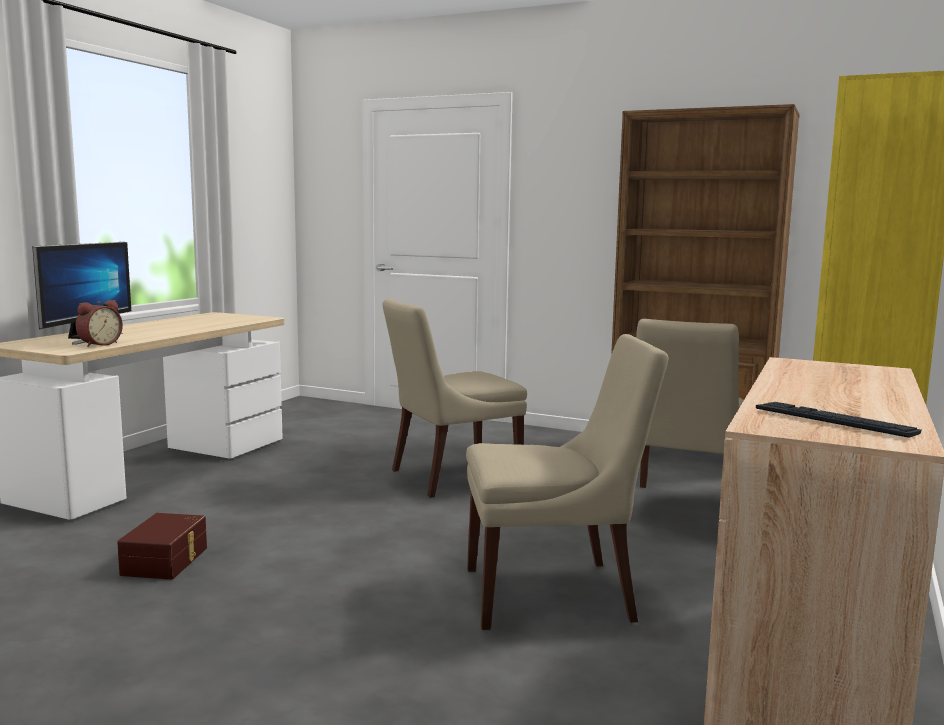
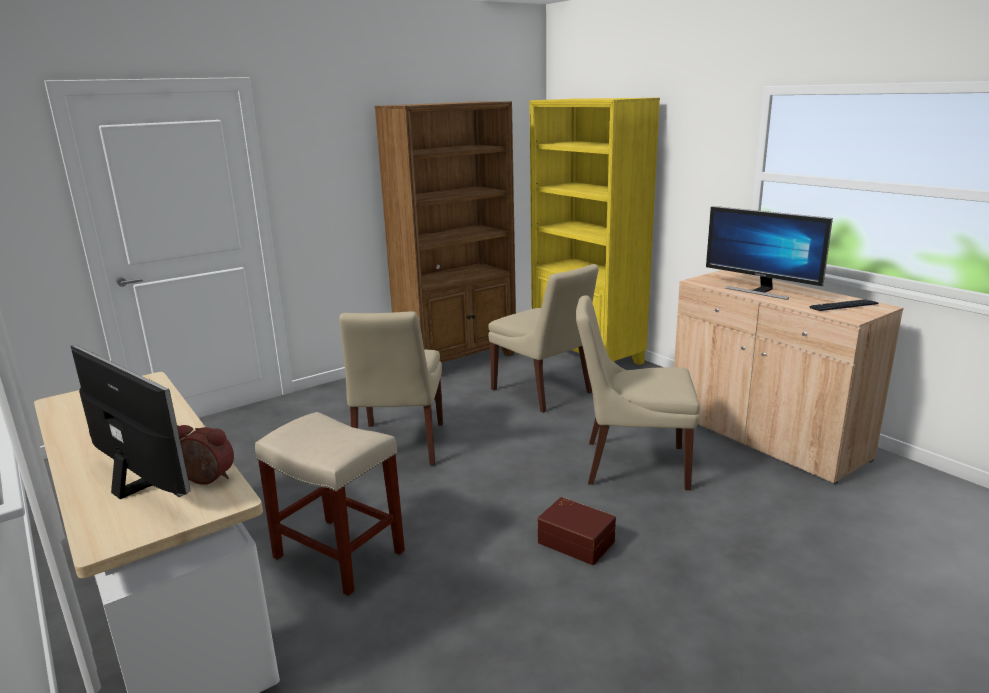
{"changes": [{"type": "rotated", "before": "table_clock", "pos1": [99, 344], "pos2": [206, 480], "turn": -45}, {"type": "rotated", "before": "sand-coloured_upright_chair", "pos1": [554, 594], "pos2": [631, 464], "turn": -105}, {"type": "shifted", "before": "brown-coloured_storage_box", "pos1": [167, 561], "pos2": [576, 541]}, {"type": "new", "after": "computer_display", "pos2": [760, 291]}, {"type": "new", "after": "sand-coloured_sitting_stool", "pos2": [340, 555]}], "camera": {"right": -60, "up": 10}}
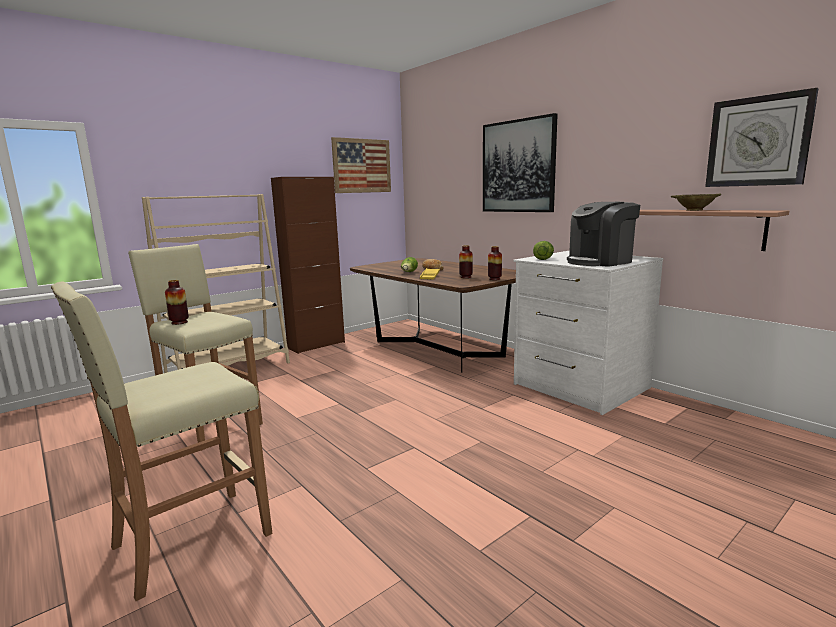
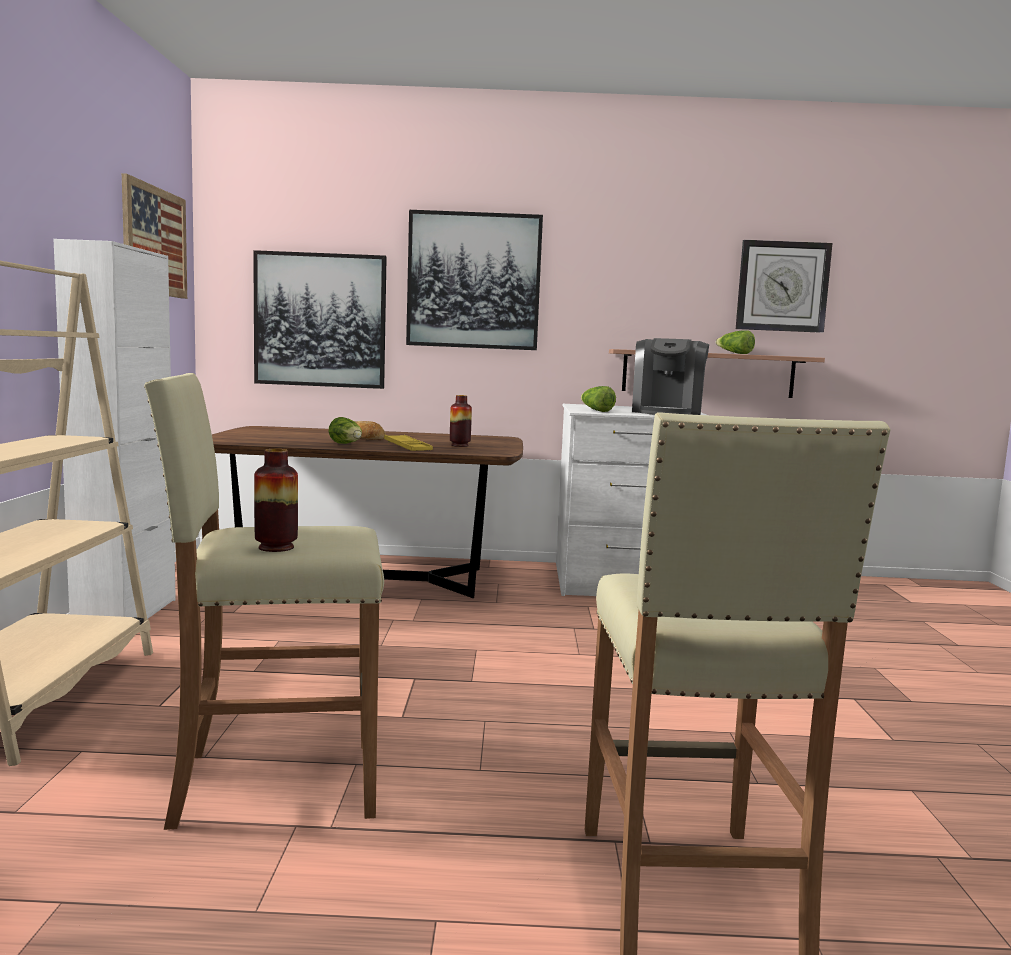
{"changes": [{"type": "repainted", "before": "brown-coloured_storage_cabinet", "after": "whitish_storage_cabinet", "pos1": [316, 345], "pos2": [126, 616]}, {"type": "swapped", "before": "sand-coloured_deep_dish", "after": "head_of_lettuce", "pos1": [694, 210], "pos2": [734, 353]}, {"type": "gone", "before": "vase", "pos1": [494, 279]}, {"type": "new", "after": "wall_art", "pos2": [320, 320]}], "camera": {"right": -50, "up": -5}}
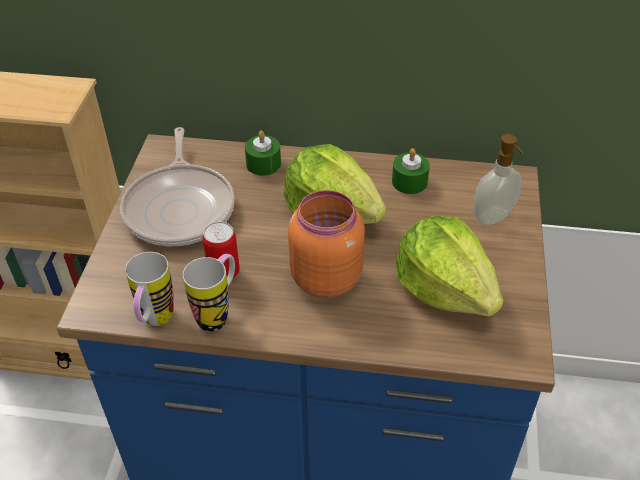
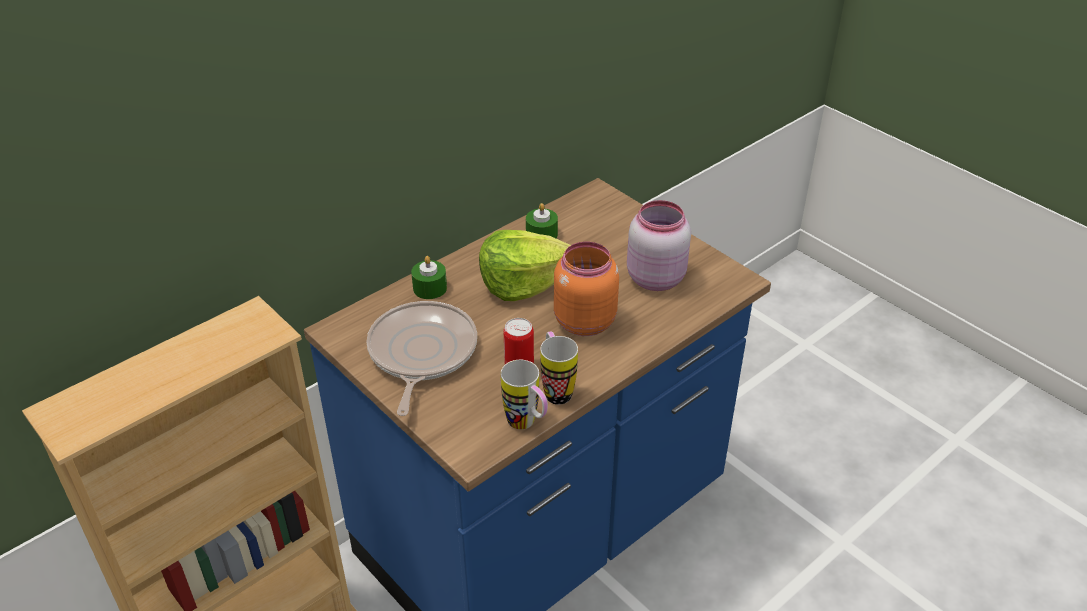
{"changes": [{"type": "rotated", "before": "skillet", "pos1": [180, 207], "pos2": [421, 354], "turn": -120}, {"type": "gone", "before": "soap_dispenser", "pos1": [493, 217]}, {"type": "swapped", "before": "head_of_lettuce", "after": "pinkish_jar", "pos1": [445, 288], "pos2": [654, 277]}], "camera": {"right": -50, "up": -5}}
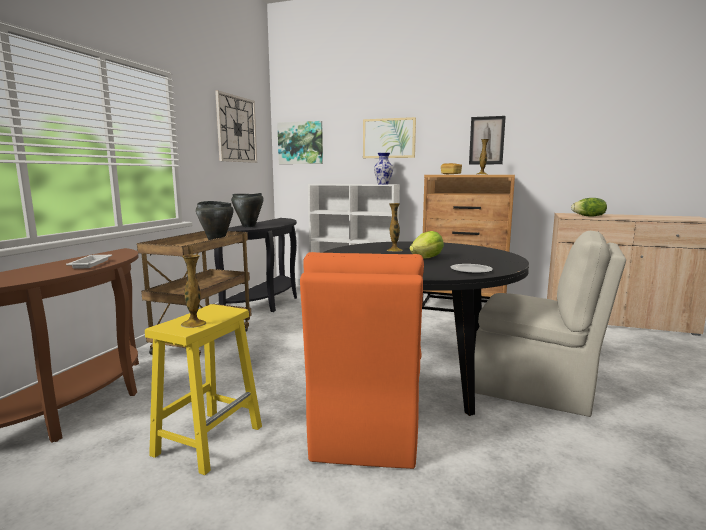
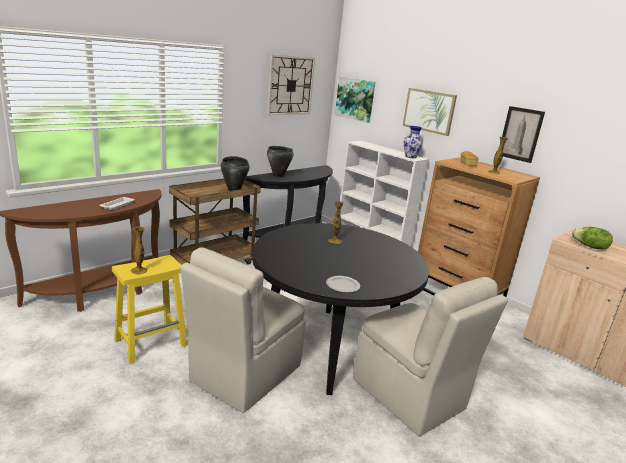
{"changes": [{"type": "gone", "before": "head_of_lettuce", "pos1": [427, 258]}, {"type": "repainted", "before": "orange_upright_chair", "after": "sand-coloured_upright_chair", "pos1": [365, 430], "pos2": [244, 374]}], "camera": {"right": 25, "up": 10}}
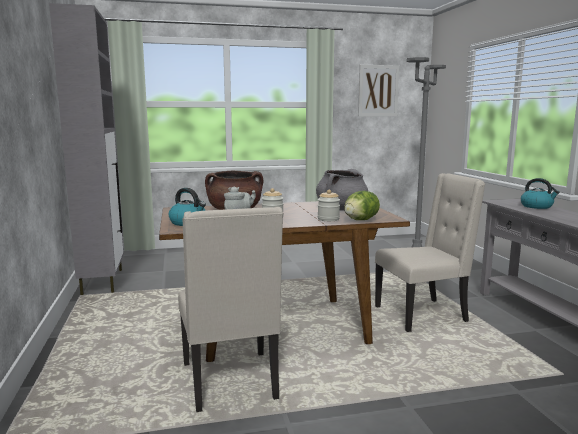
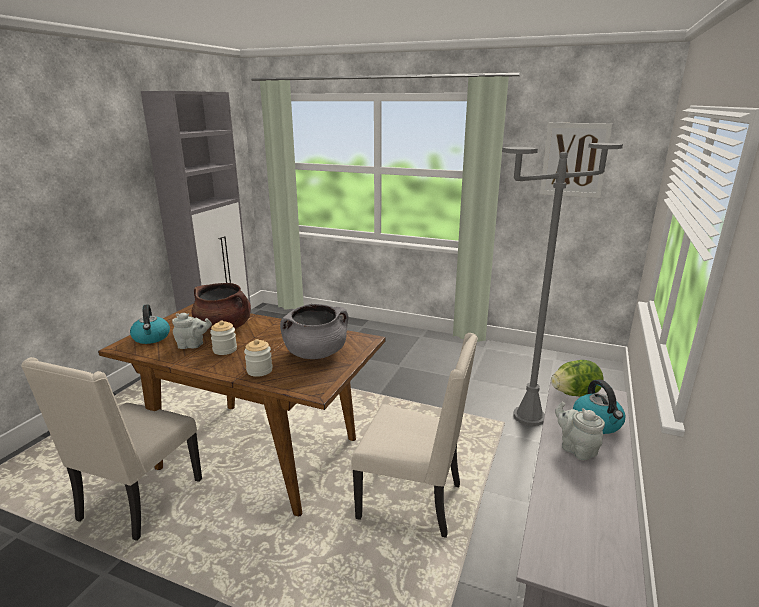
{"changes": [{"type": "shifted", "before": "head_of_lettuce", "pos1": [360, 220], "pos2": [575, 394]}, {"type": "new", "after": "greyish_tea_pot", "pos2": [576, 449]}], "camera": {"right": 35, "up": 10}}
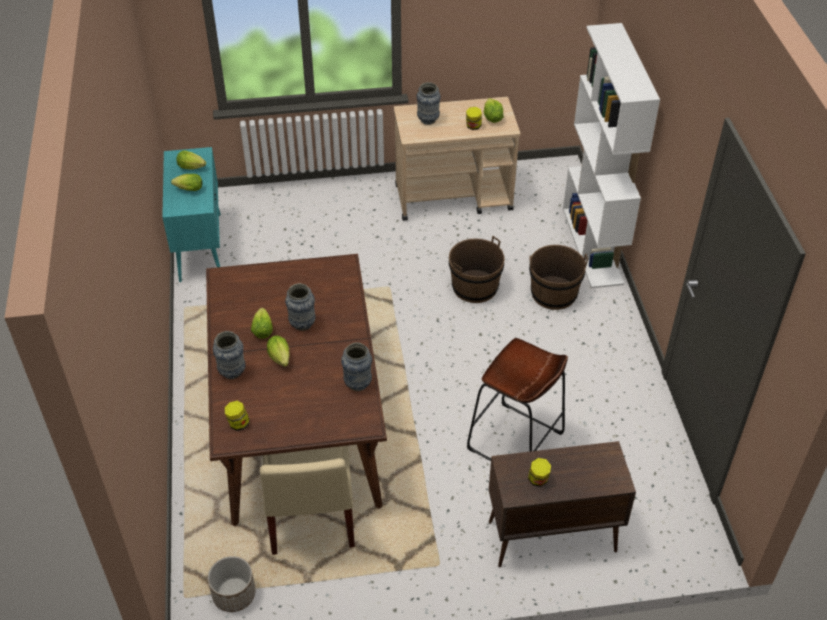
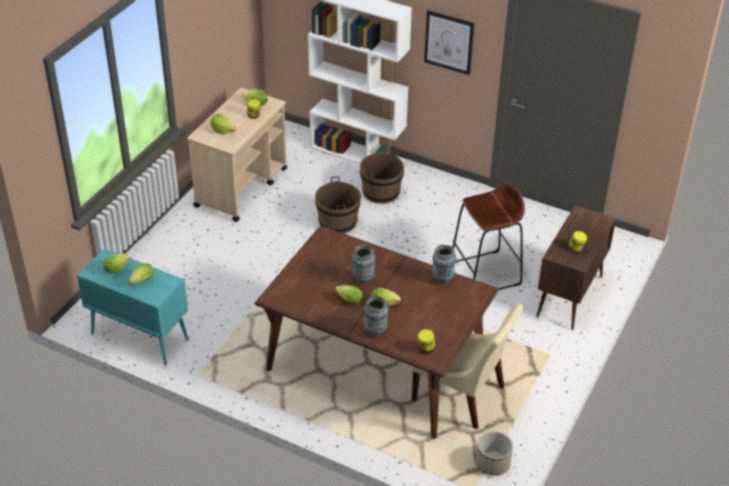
{"changes": [{"type": "swapped", "before": "vase", "after": "head_of_lettuce", "pos1": [428, 120], "pos2": [222, 131]}, {"type": "new", "after": "wall_art", "pos2": [449, 42]}], "camera": {"right": -55, "up": -5}}
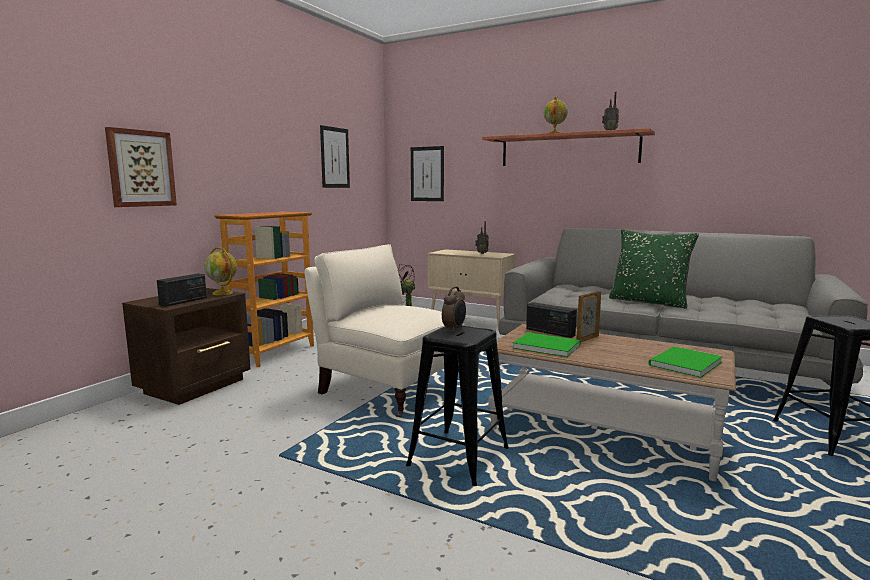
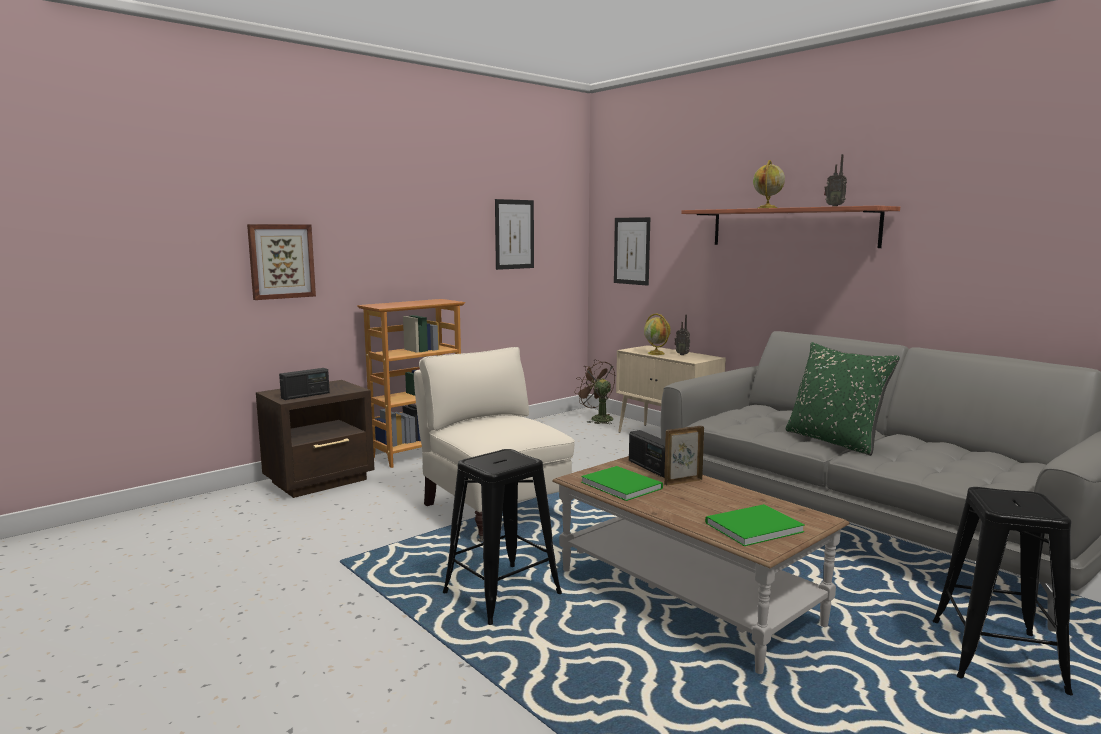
{"changes": [{"type": "shifted", "before": "world_globe", "pos1": [223, 293], "pos2": [656, 353]}, {"type": "gone", "before": "table_clock", "pos1": [454, 329]}], "camera": {"right": 20, "up": 0}}
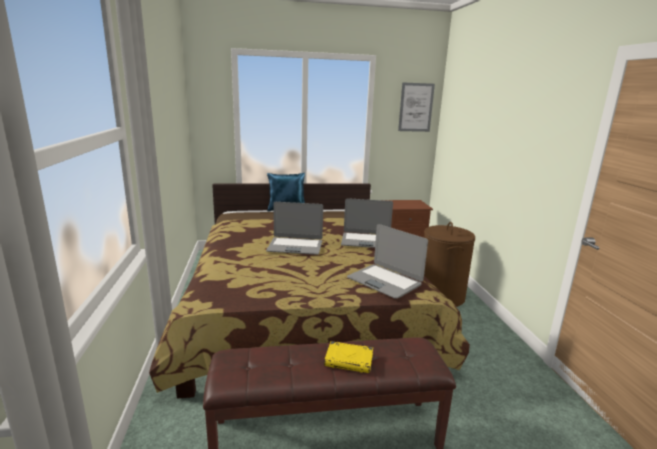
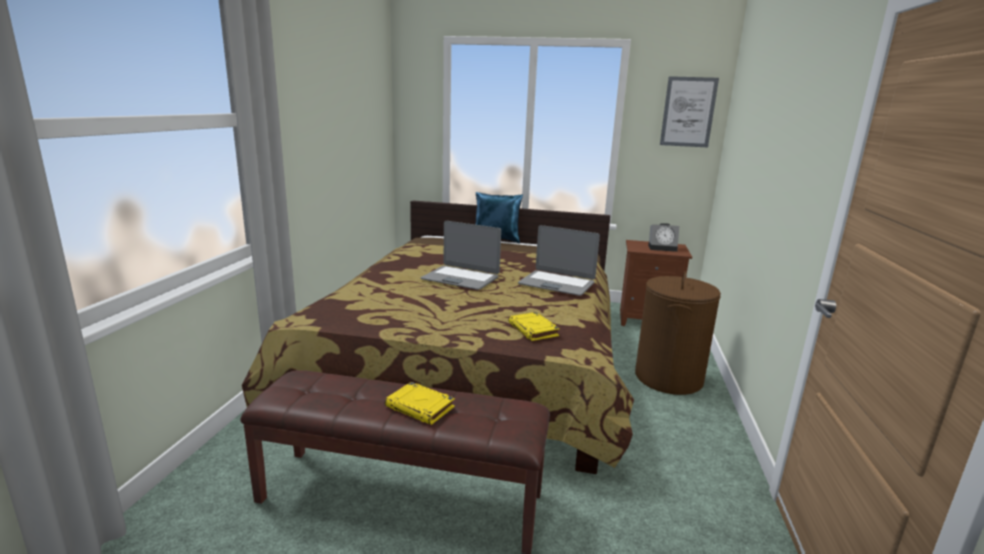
{"changes": [{"type": "swapped", "before": "notebook_computer", "after": "yellow_book", "pos1": [384, 281], "pos2": [533, 330]}, {"type": "new", "after": "table_clock", "pos2": [663, 248]}], "camera": {"right": 20, "up": 0}}
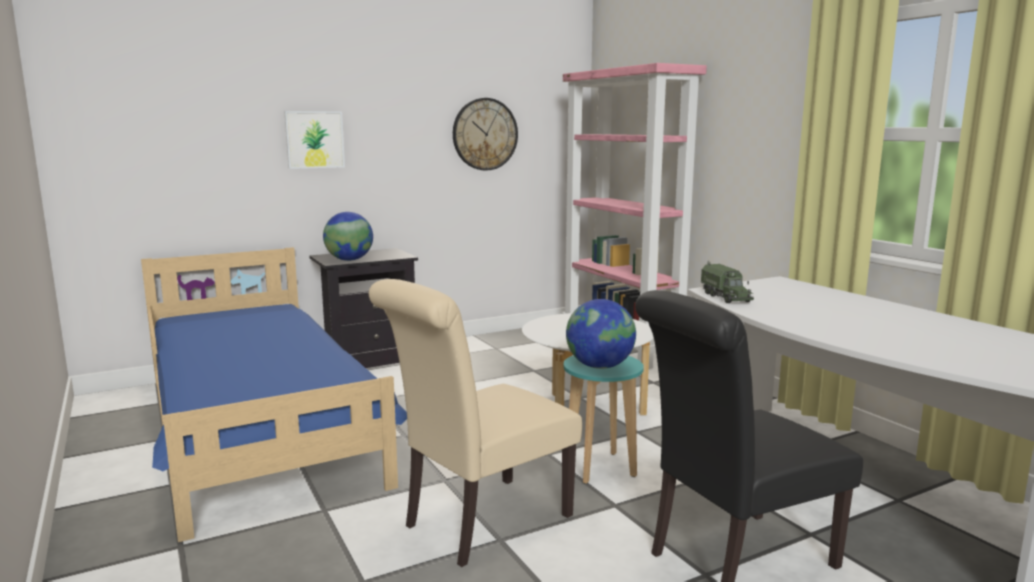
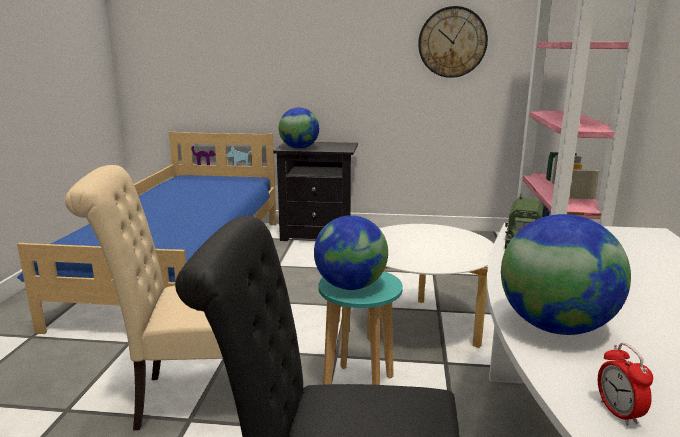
{"changes": [{"type": "gone", "before": "wall_art", "pos1": [315, 139]}, {"type": "new", "after": "world_globe", "pos2": [555, 326]}, {"type": "new", "after": "table_clock", "pos2": [618, 413]}], "camera": {"right": 35, "up": 5}}
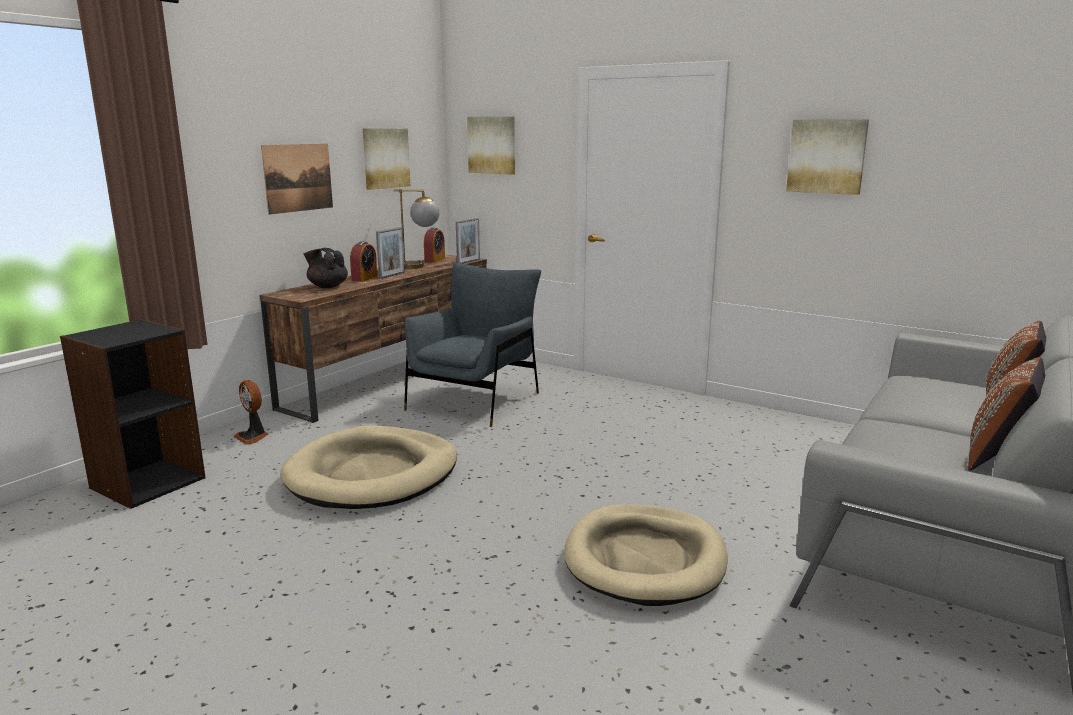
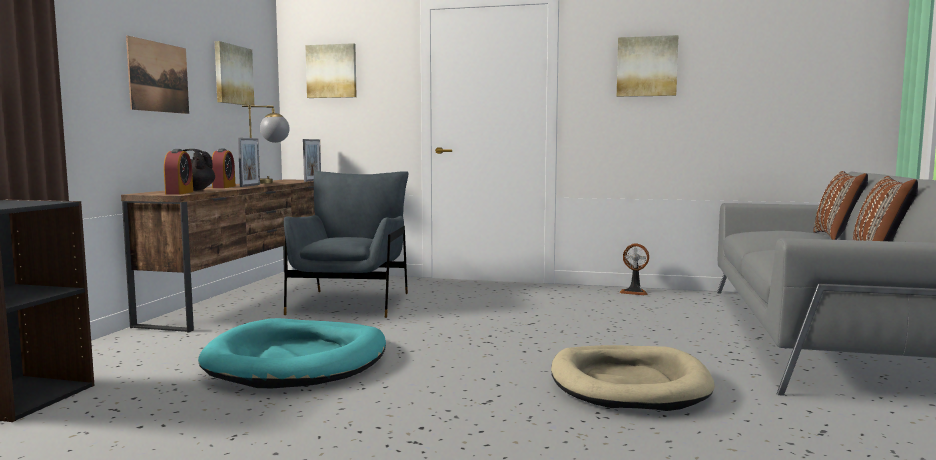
{"changes": [{"type": "shifted", "before": "table_clock", "pos1": [434, 260], "pos2": [179, 193]}, {"type": "shifted", "before": "cooling_fan", "pos1": [253, 437], "pos2": [634, 292]}, {"type": "repainted", "before": "sand-coloured_dog_cushion", "after": "turquoise-coloured_dog_cushion", "pos1": [373, 474], "pos2": [298, 361]}], "camera": {"right": -20, "up": -10}}
